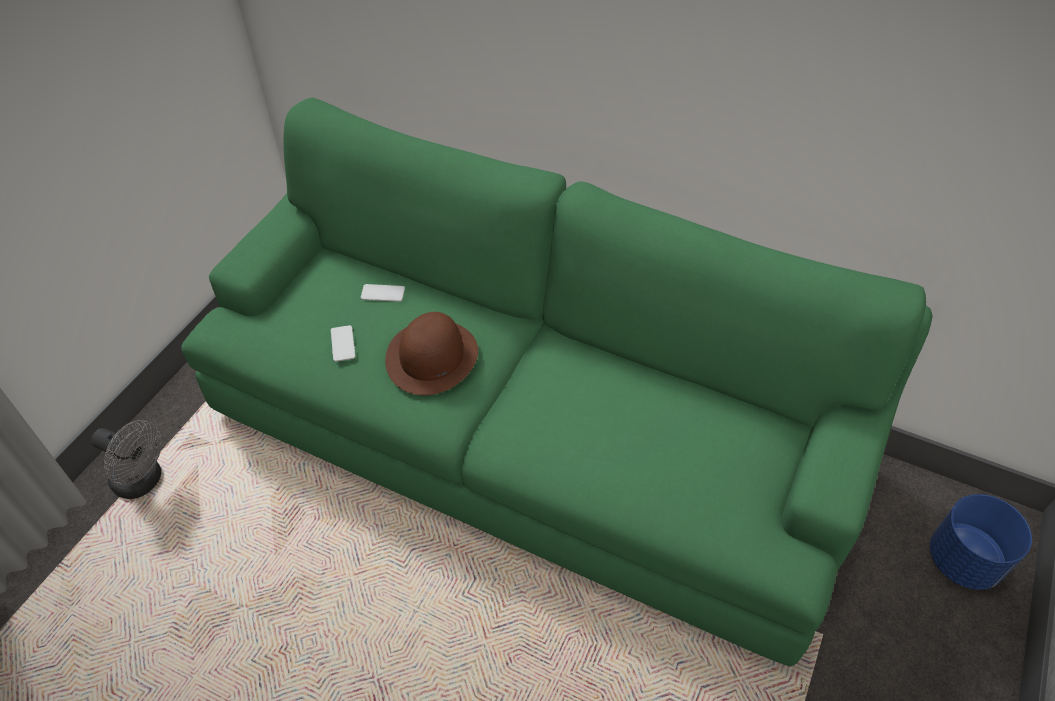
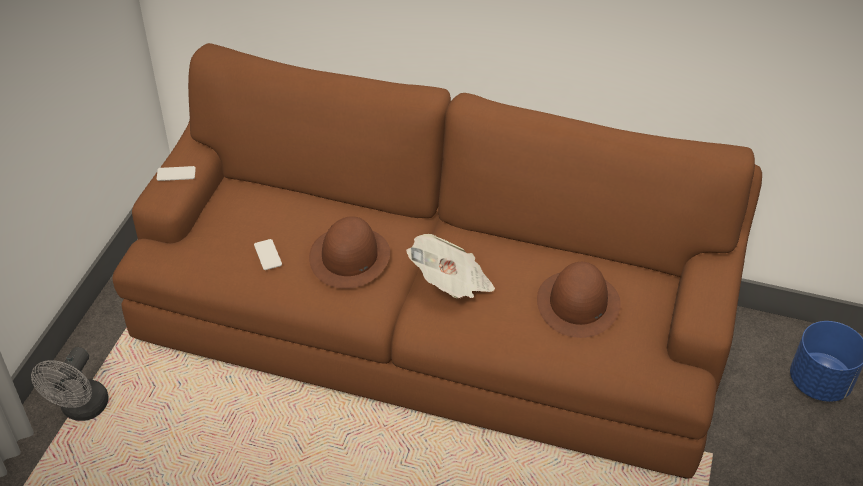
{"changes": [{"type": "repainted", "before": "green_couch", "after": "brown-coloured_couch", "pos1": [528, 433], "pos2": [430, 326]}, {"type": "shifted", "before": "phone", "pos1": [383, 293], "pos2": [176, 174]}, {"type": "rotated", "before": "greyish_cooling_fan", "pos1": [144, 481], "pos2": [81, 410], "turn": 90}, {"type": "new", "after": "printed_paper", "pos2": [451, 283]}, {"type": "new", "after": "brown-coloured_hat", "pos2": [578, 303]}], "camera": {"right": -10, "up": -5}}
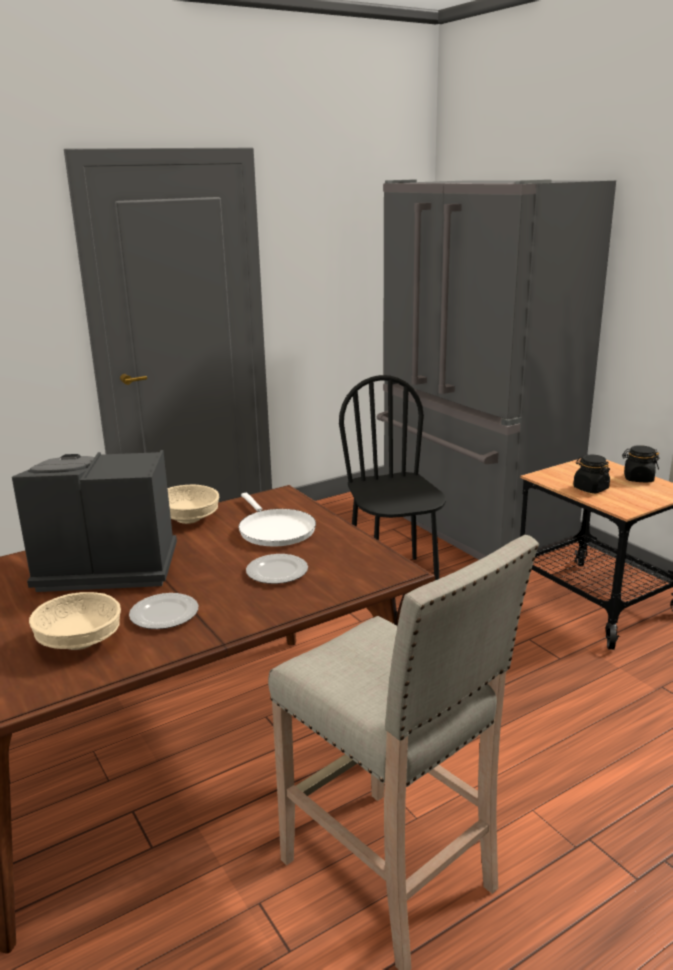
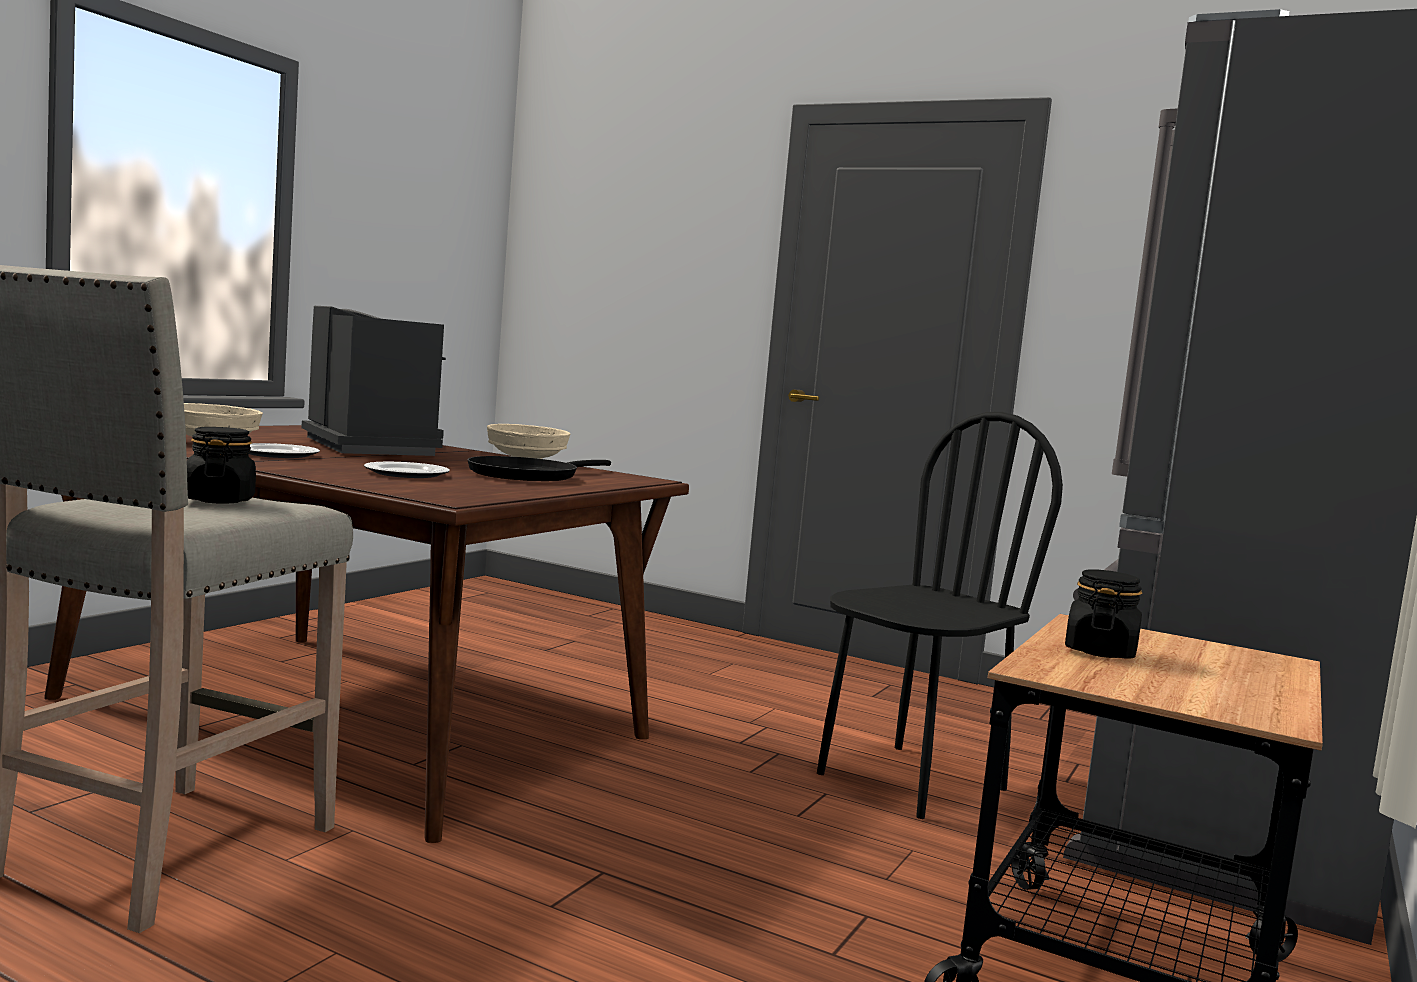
{"changes": [{"type": "shifted", "before": "black_jar", "pos1": [638, 479], "pos2": [219, 500]}, {"type": "repainted", "before": "whitish_skillet", "after": "black_skillet", "pos1": [274, 530], "pos2": [528, 475]}], "camera": {"right": 60, "up": -15}}
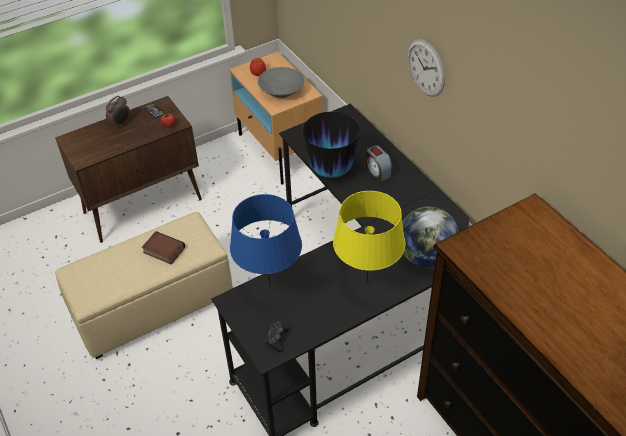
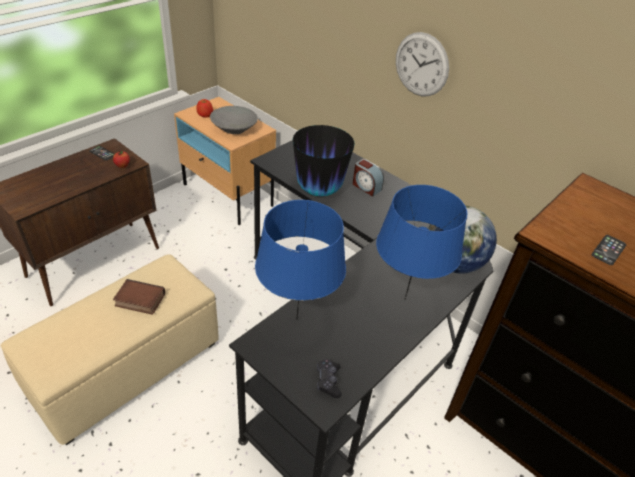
{"changes": [{"type": "gone", "before": "table_clock", "pos1": [121, 124]}, {"type": "repainted", "before": "yellow_table_lamp", "after": "blue-coloured_table_lamp", "pos1": [367, 283], "pos2": [404, 299]}, {"type": "new", "after": "phone", "pos2": [608, 250]}], "camera": {"right": -20, "up": -5}}
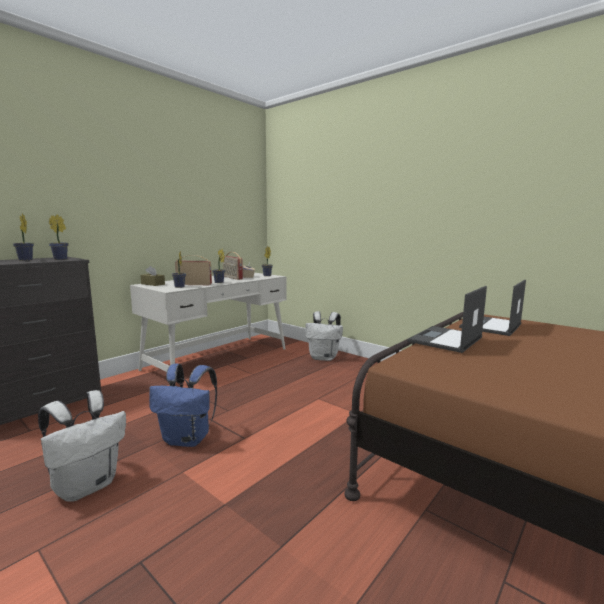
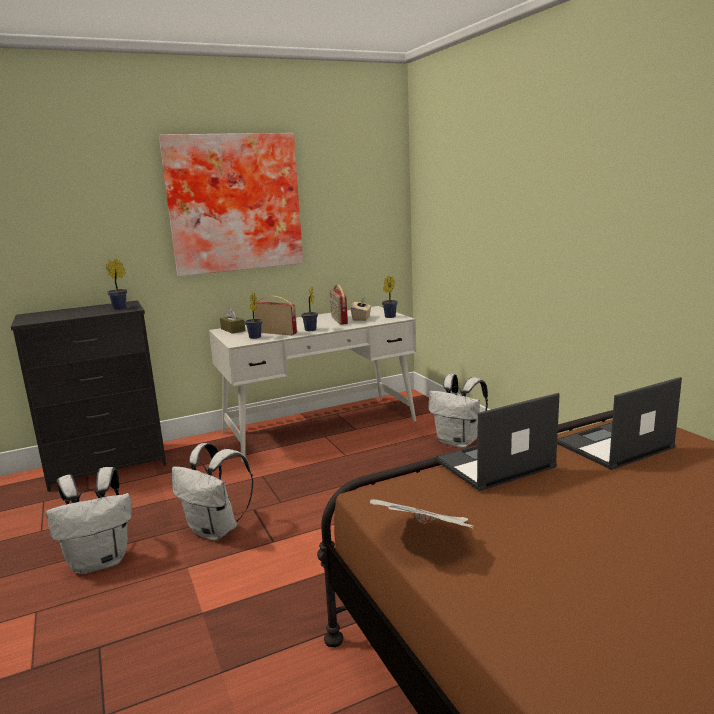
{"changes": [{"type": "gone", "before": "plant_in_a_pot", "pos1": [25, 260]}, {"type": "repainted", "before": "blue-coloured_backpack", "after": "whitish_backpack", "pos1": [188, 439], "pos2": [216, 530]}, {"type": "new", "after": "wall_art", "pos2": [234, 203]}, {"type": "new", "after": "printed_paper", "pos2": [427, 538]}], "camera": {"right": 25, "up": 5}}
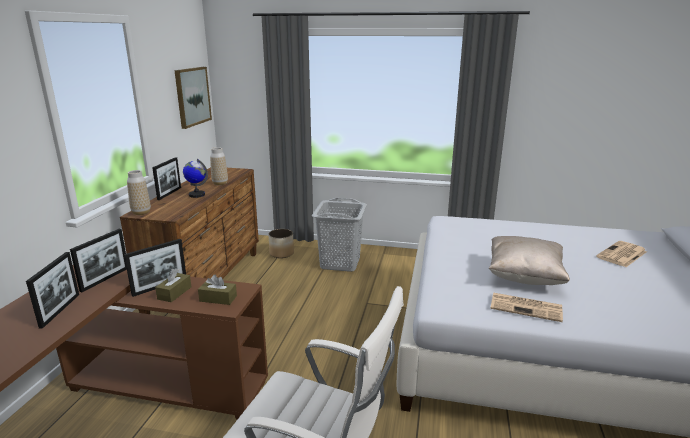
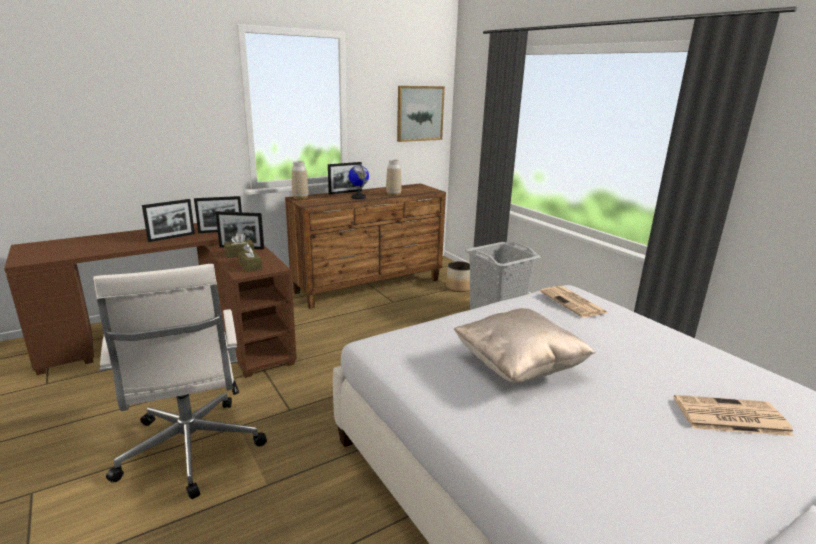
{"changes": [{"type": "shifted", "before": "printed_paper", "pos1": [527, 307], "pos2": [573, 302]}], "camera": {"right": 45, "up": 0}}
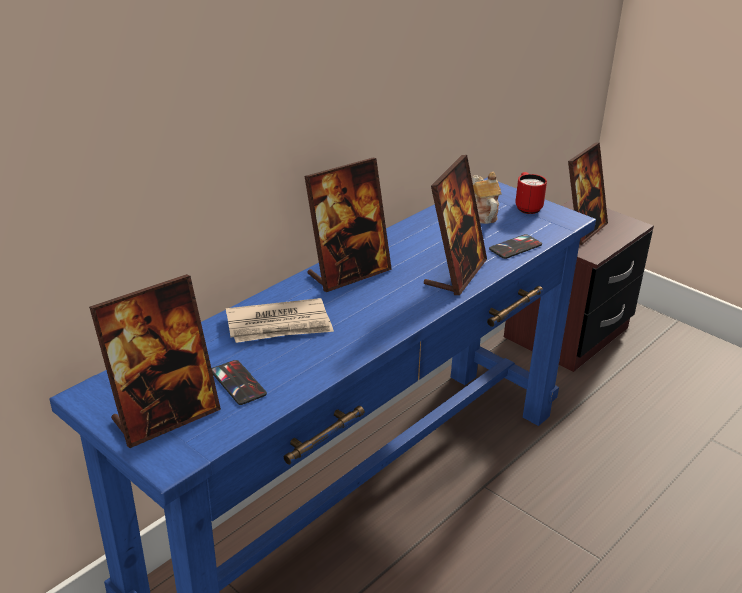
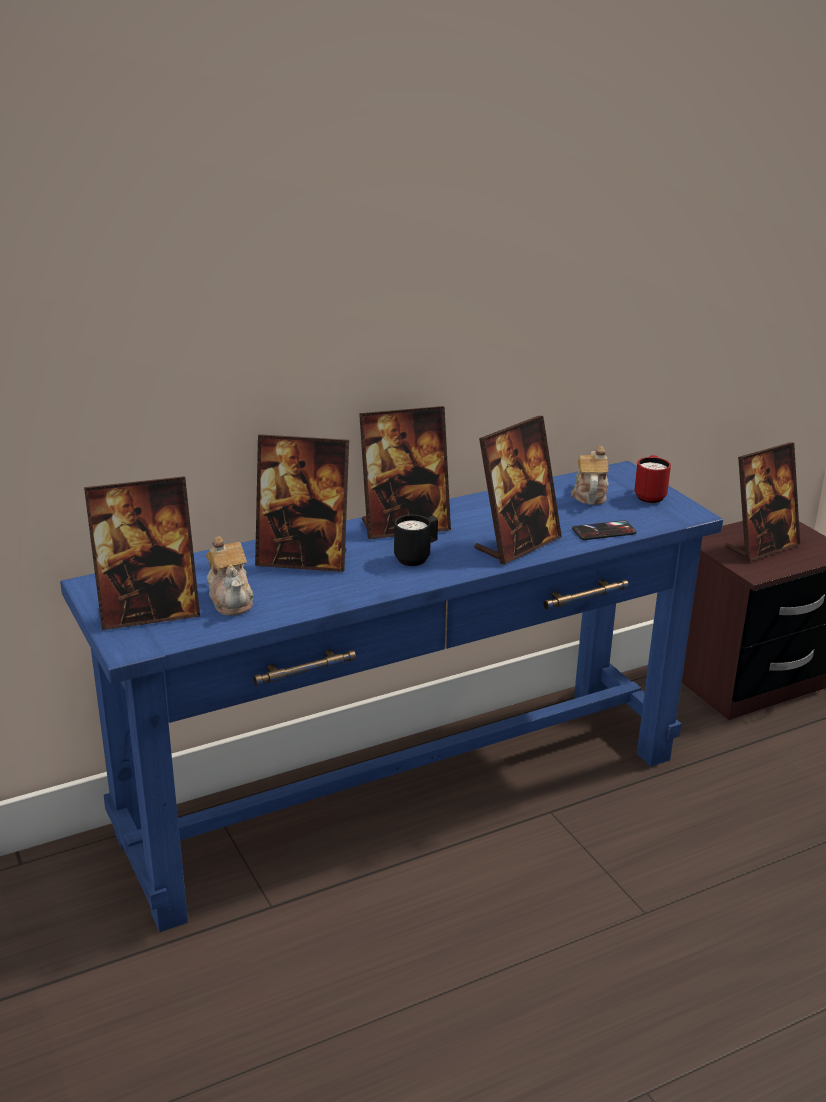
{"changes": [{"type": "swapped", "before": "printed_paper", "after": "photo_frame", "pos1": [279, 325], "pos2": [303, 560]}, {"type": "swapped", "before": "phone", "after": "tea_pot", "pos1": [238, 383], "pos2": [231, 599]}, {"type": "new", "after": "black_mug", "pos2": [416, 557]}], "camera": {"right": 20, "up": -5}}
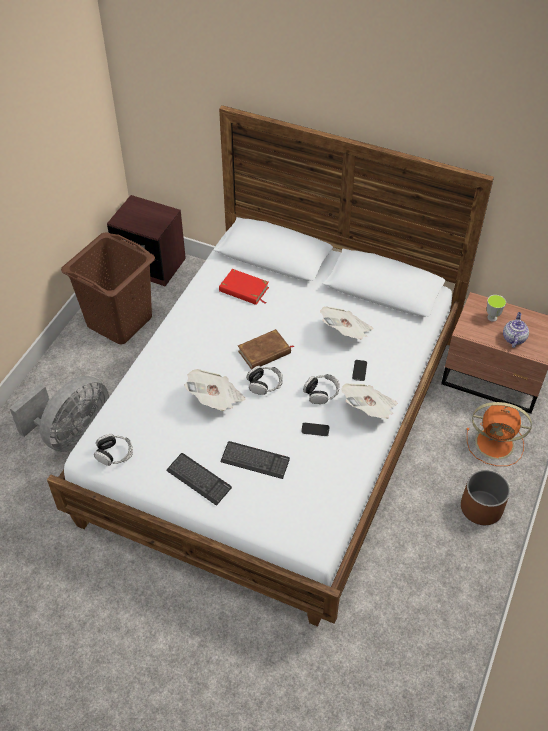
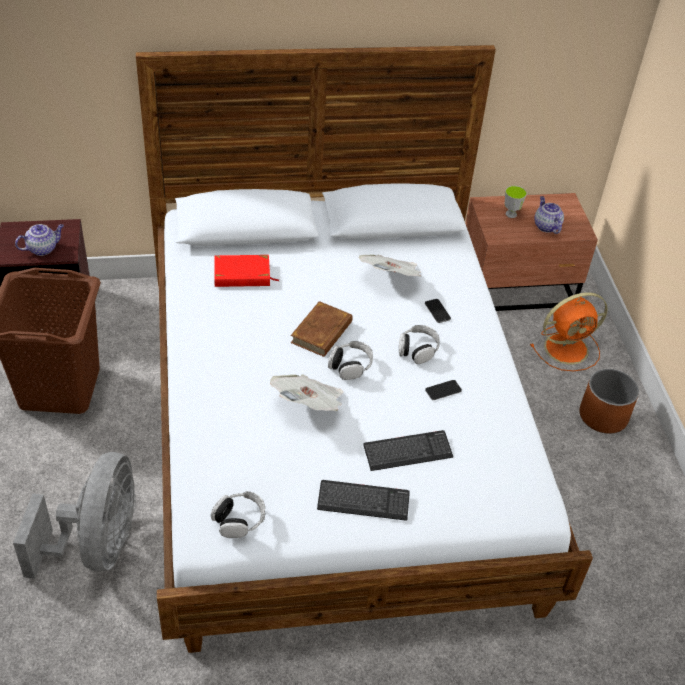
{"changes": [{"type": "gone", "before": "printed_paper", "pos1": [369, 409]}, {"type": "new", "after": "tea_pot", "pos2": [43, 248]}], "camera": {"right": -35, "up": -5}}
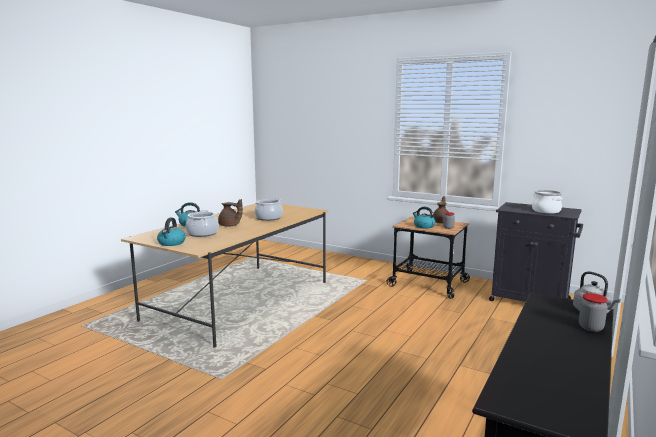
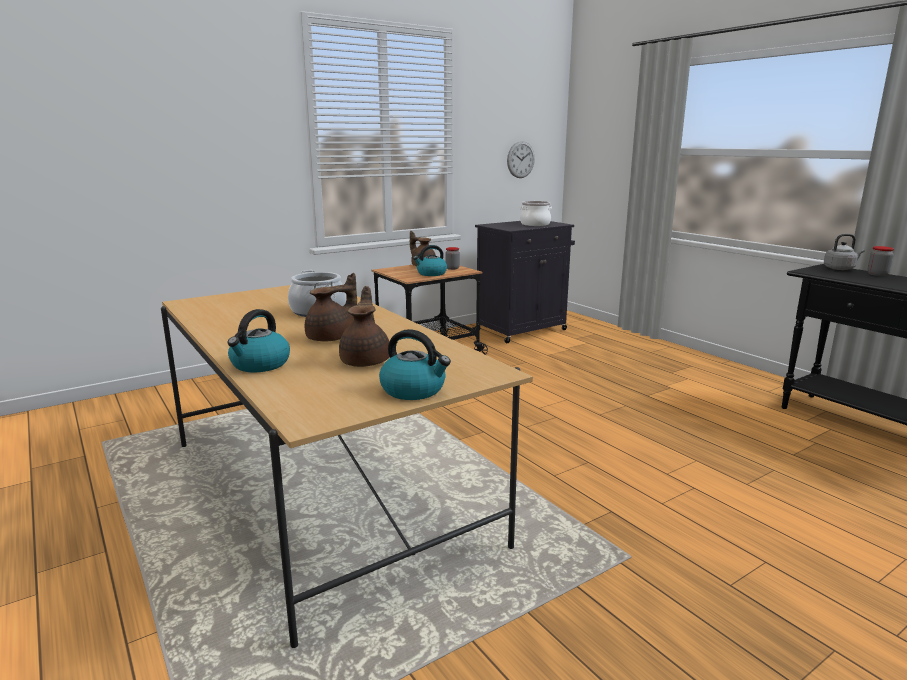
{"changes": [{"type": "swapped", "before": "cooking_pot", "after": "brown-coloured_tea_pot", "pos1": [202, 233], "pos2": [366, 361]}, {"type": "new", "after": "clock_on_the_wall", "pos2": [520, 159]}], "camera": {"right": -65, "up": 5}}
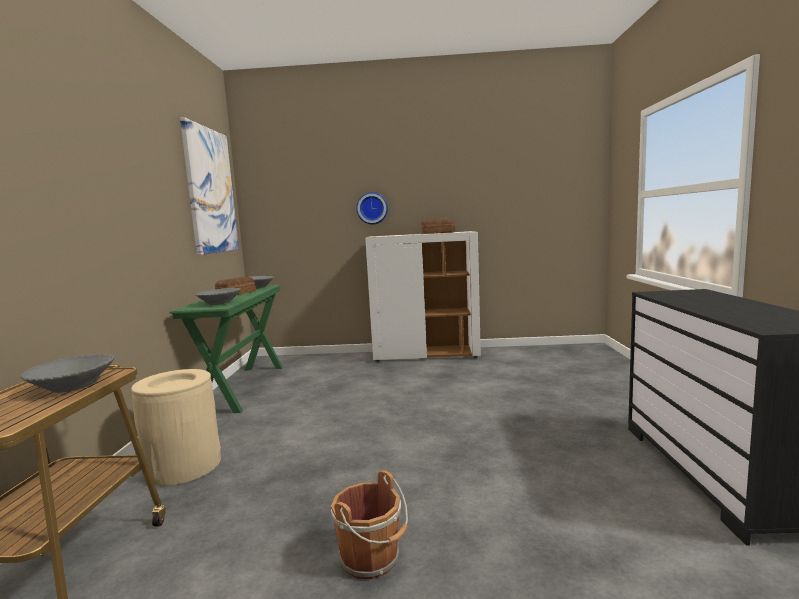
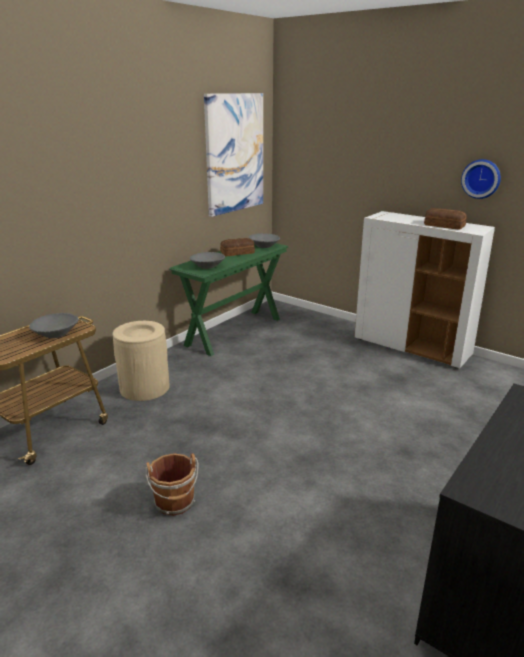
{"changes": [{"type": "shifted", "before": "clock_on_the_wall", "pos1": [372, 208], "pos2": [481, 178]}], "camera": {"right": 35, "up": 15}}
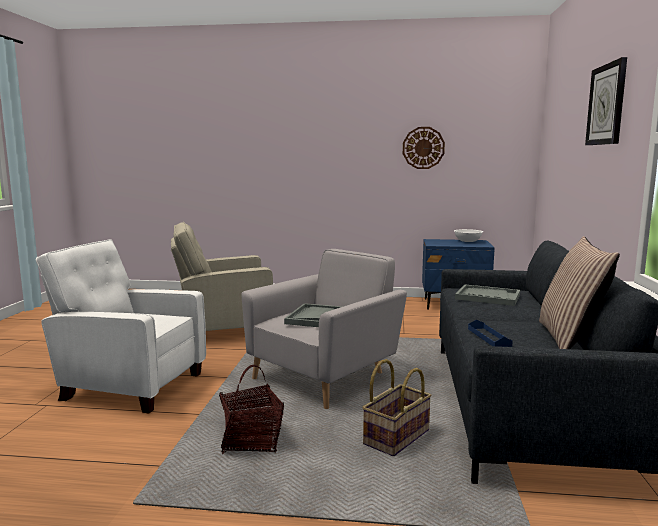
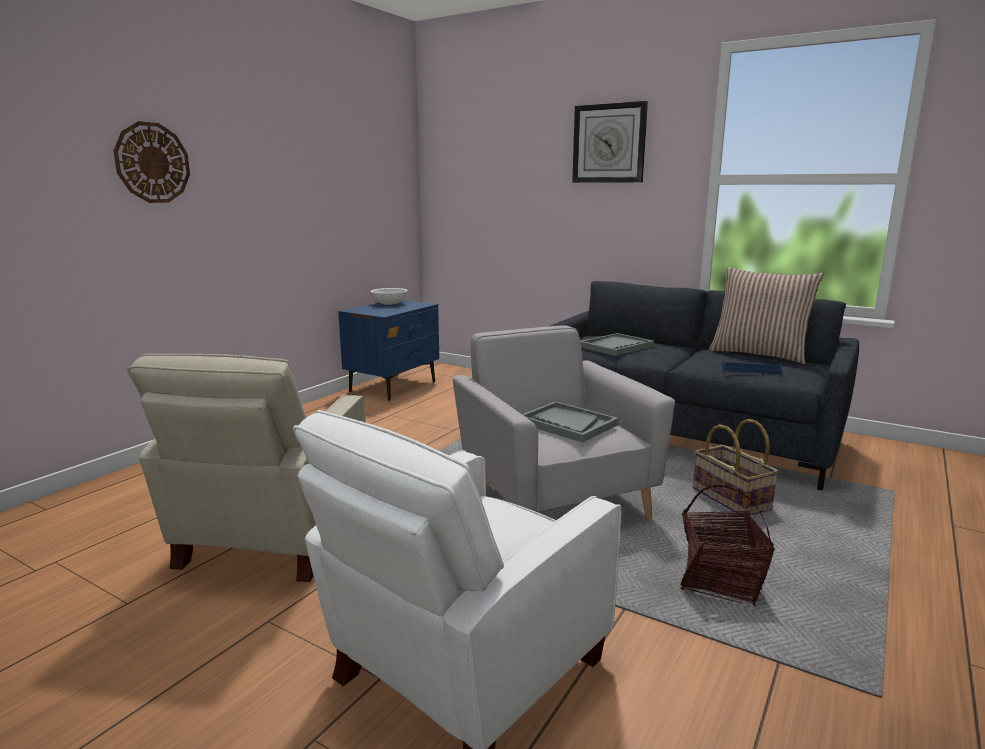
{"changes": [{"type": "shifted", "before": "clock_on_the_wall", "pos1": [423, 148], "pos2": [152, 163]}], "camera": {"right": -65, "up": 5}}
